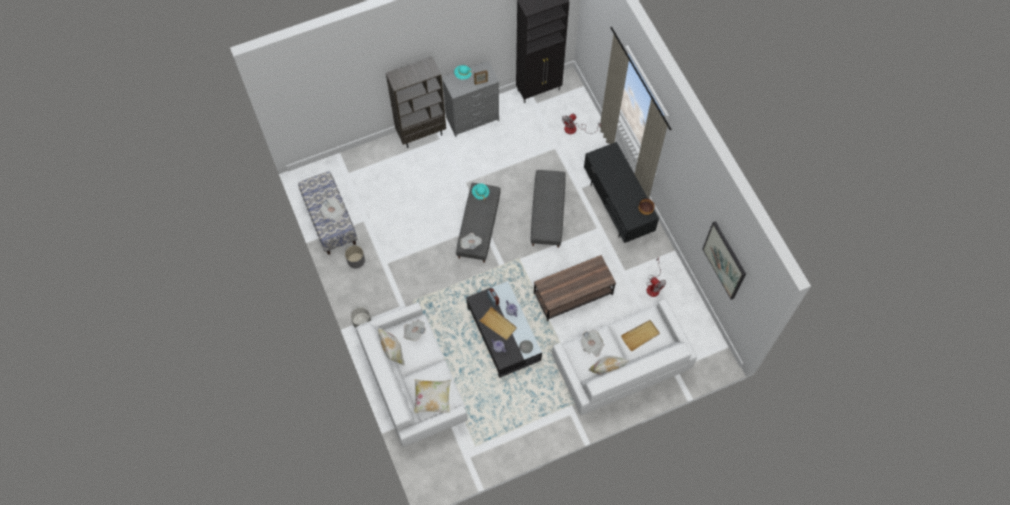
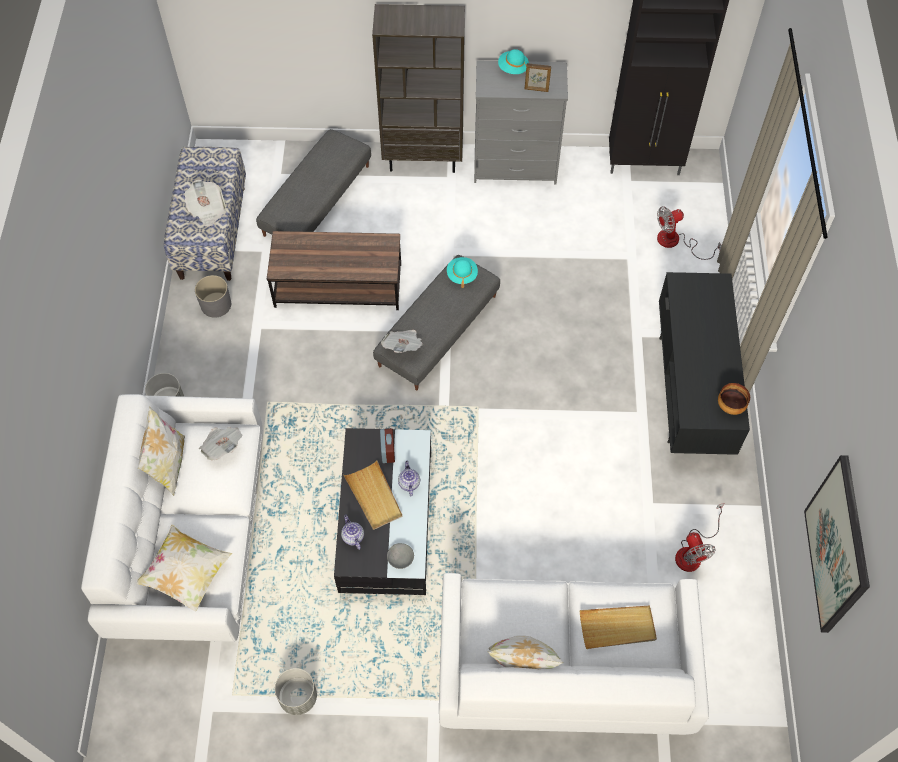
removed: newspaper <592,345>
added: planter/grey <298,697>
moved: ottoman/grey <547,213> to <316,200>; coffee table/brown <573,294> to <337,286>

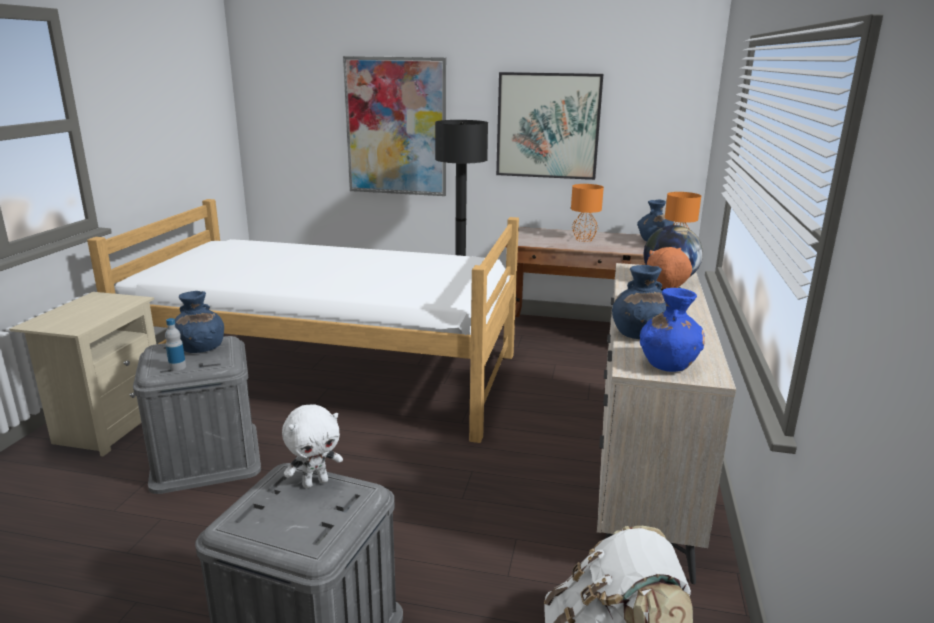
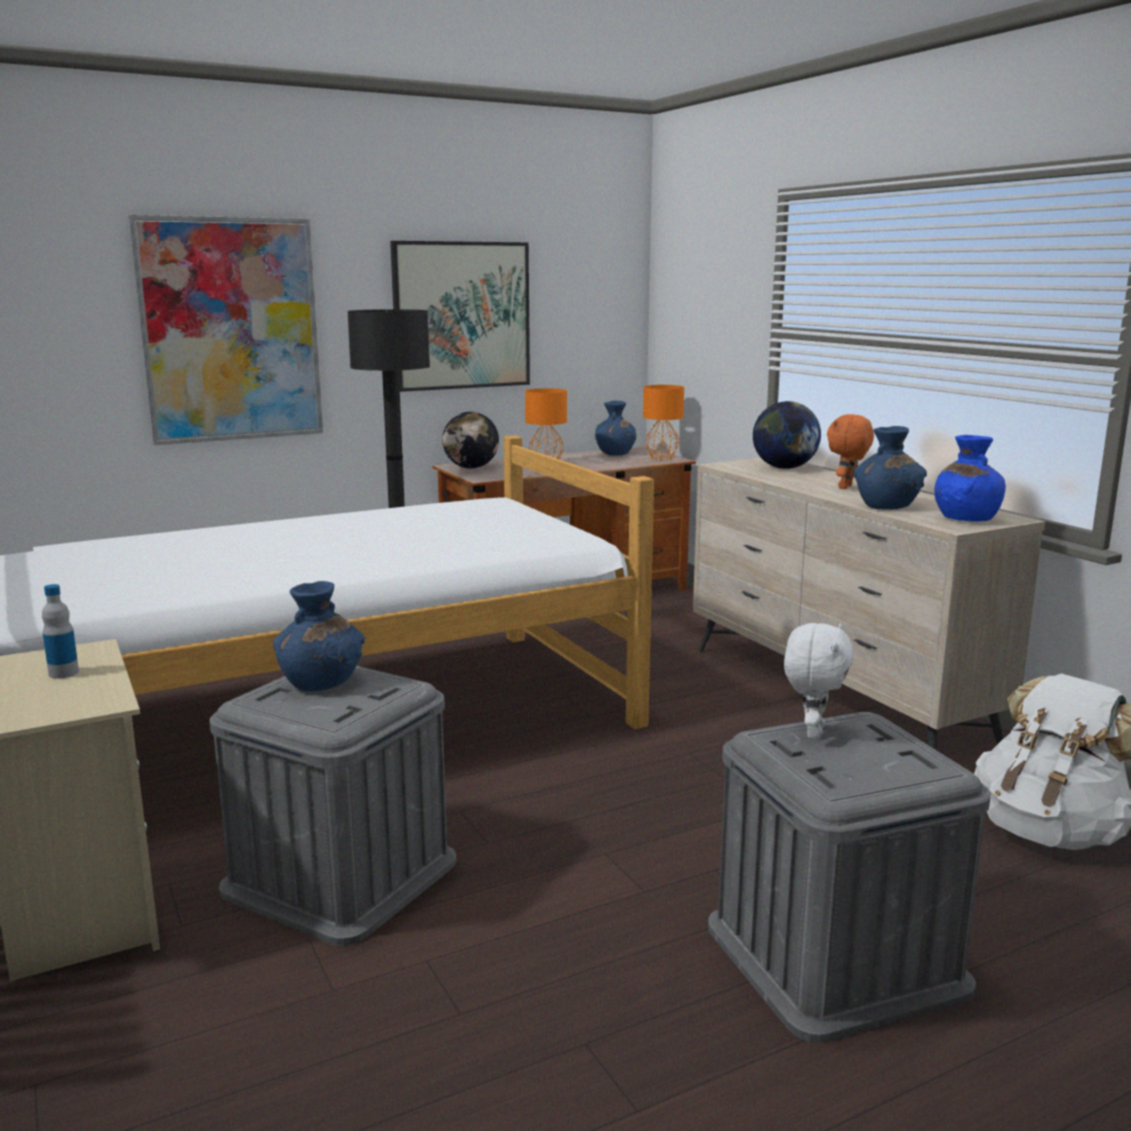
added: globe <471,468>
moved: bottle <177,367> to <63,673>

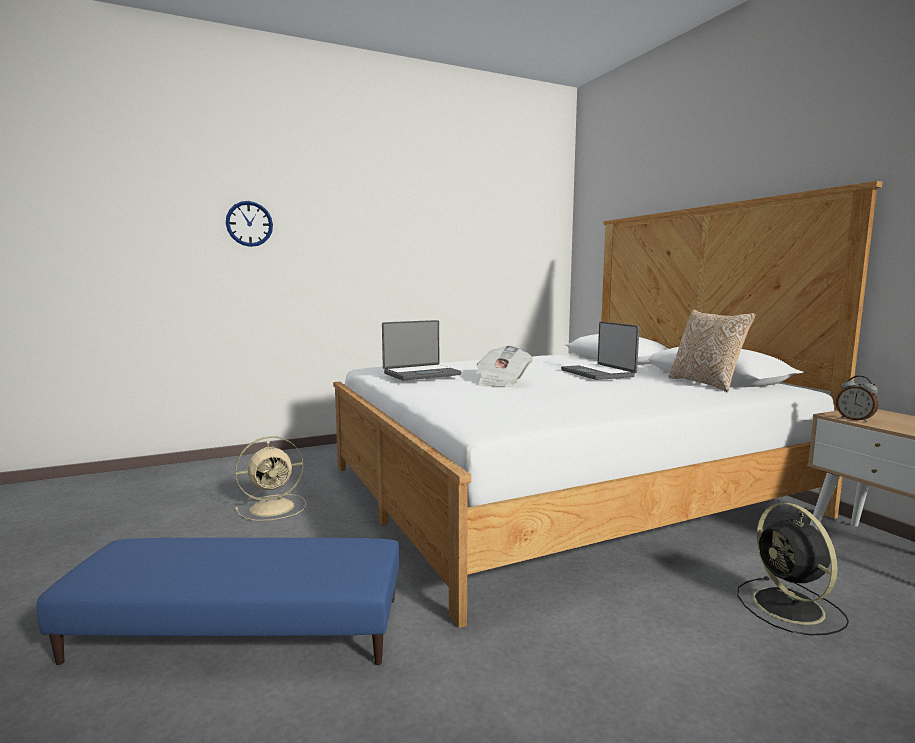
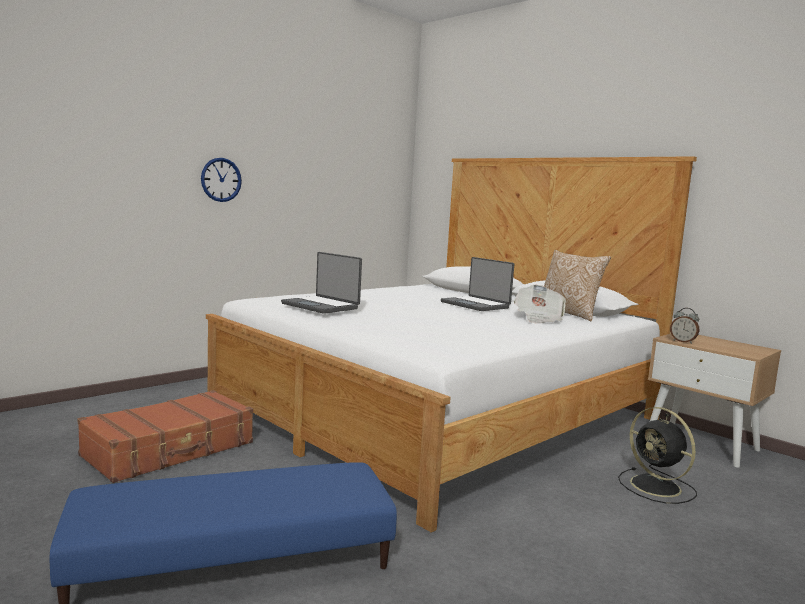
moved: wall clock <249,224> to <221,179>; newspaper <501,382> to <538,319>
replaced: fan/beige <274,507> to suitcase/brown <170,450>
turned: laptop <421,374> = <321,306> 90 degrees clockwise

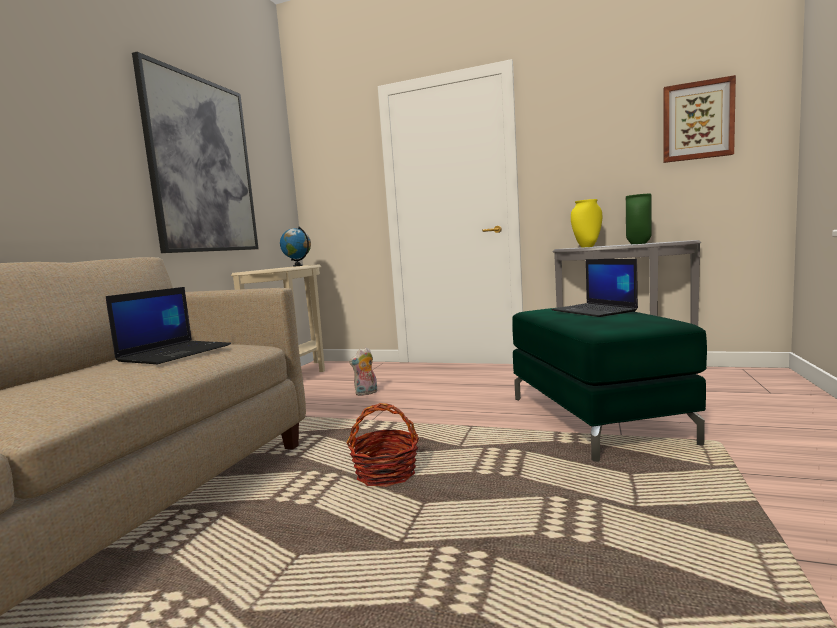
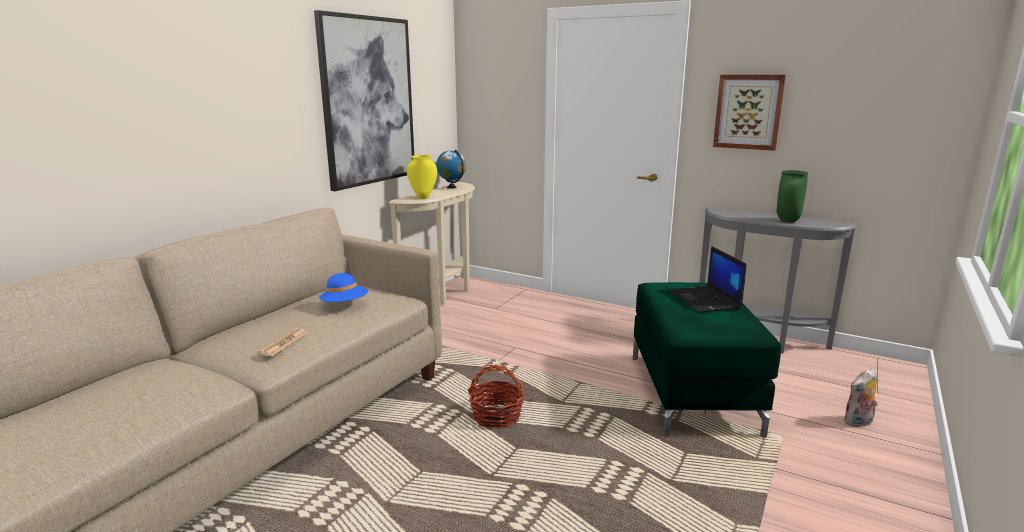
added: newspaper <283,343>
moved: picture <697,121> to <748,112>; vase/yellow <586,247> to <423,198>; plush toy <366,393> to <858,423>
replaced: laptop <175,353> to hat/blue <345,305>

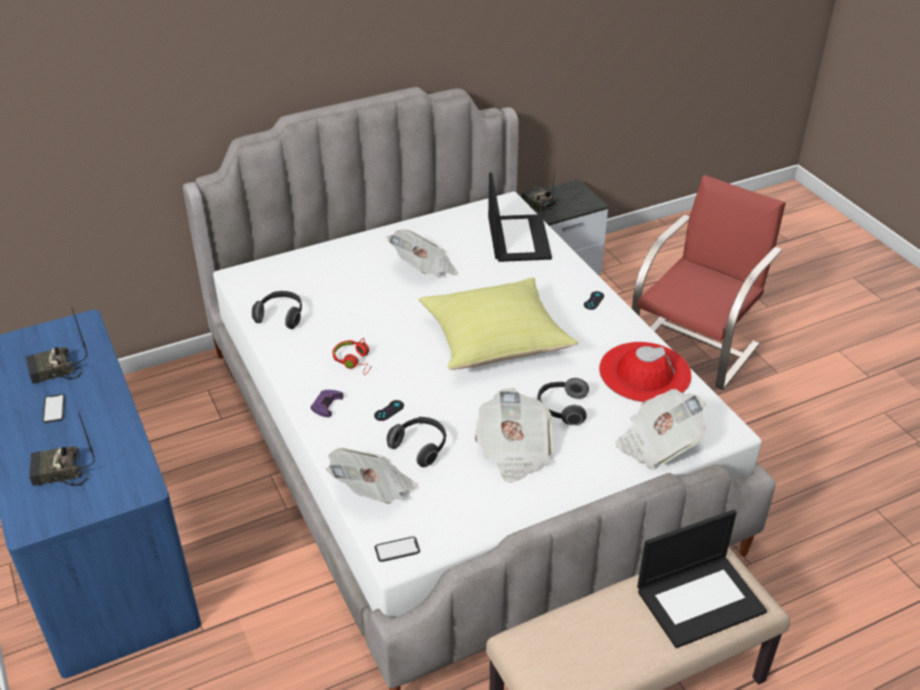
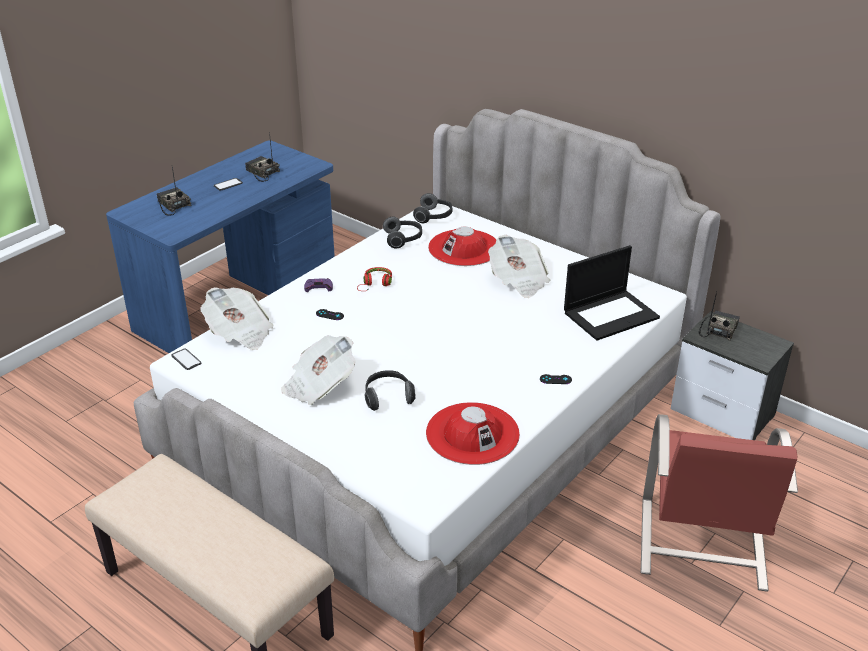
removed: pillow/yellow <495,341>; newspaper <658,444>; laptop <700,599>
added: hat/red <464,248>
moved: headphones <420,447> to <434,217>
turned: chair/red <695,347> = <701,545> 90 degrees clockwise

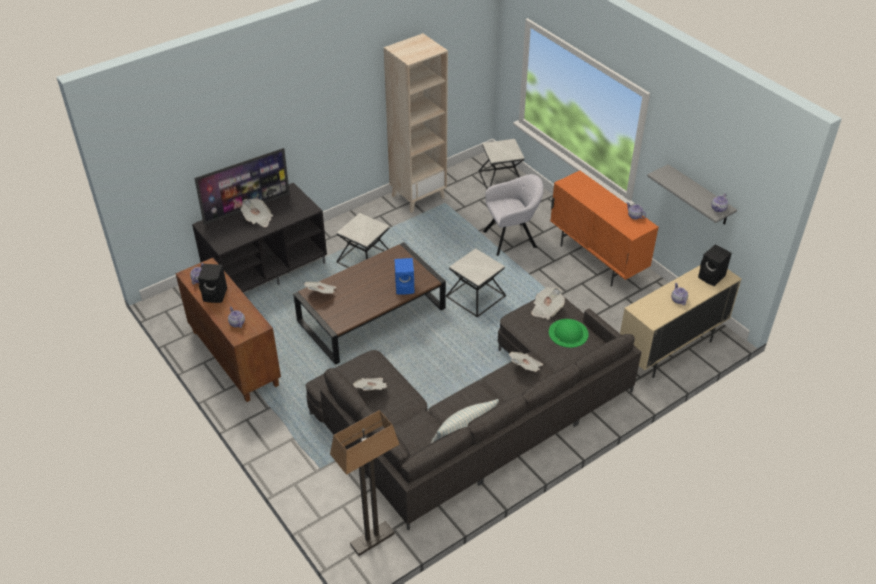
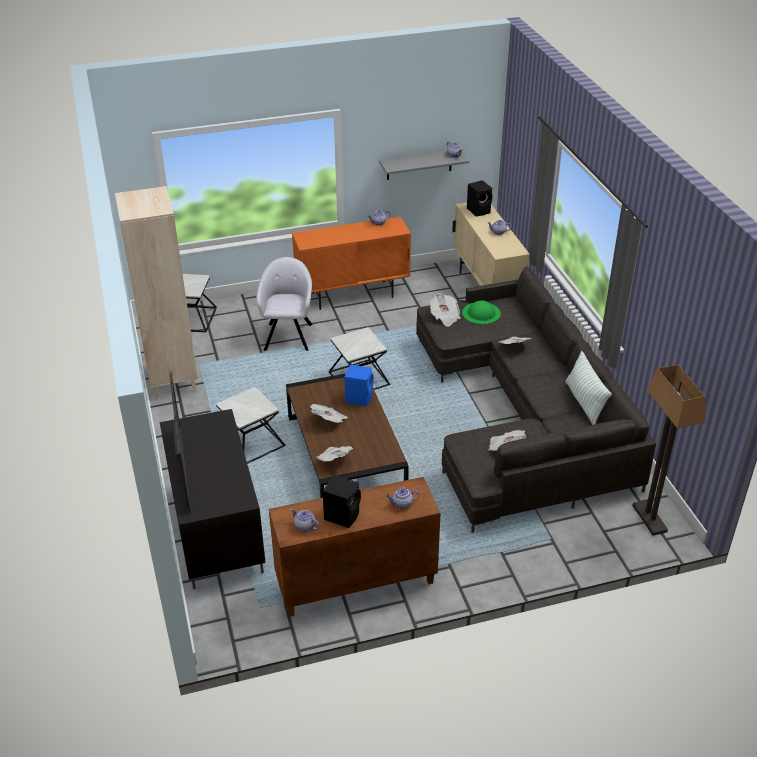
moved: newspaper <258,219> to <329,421>

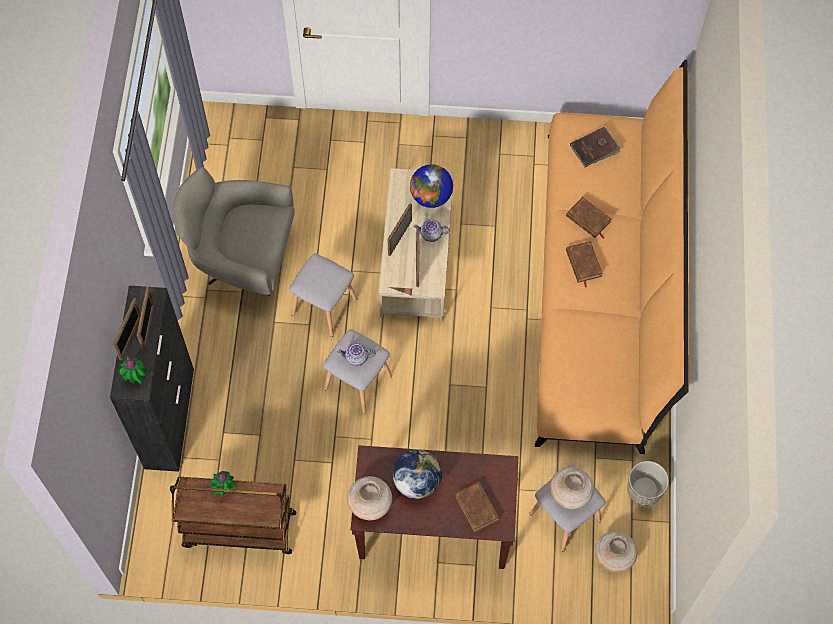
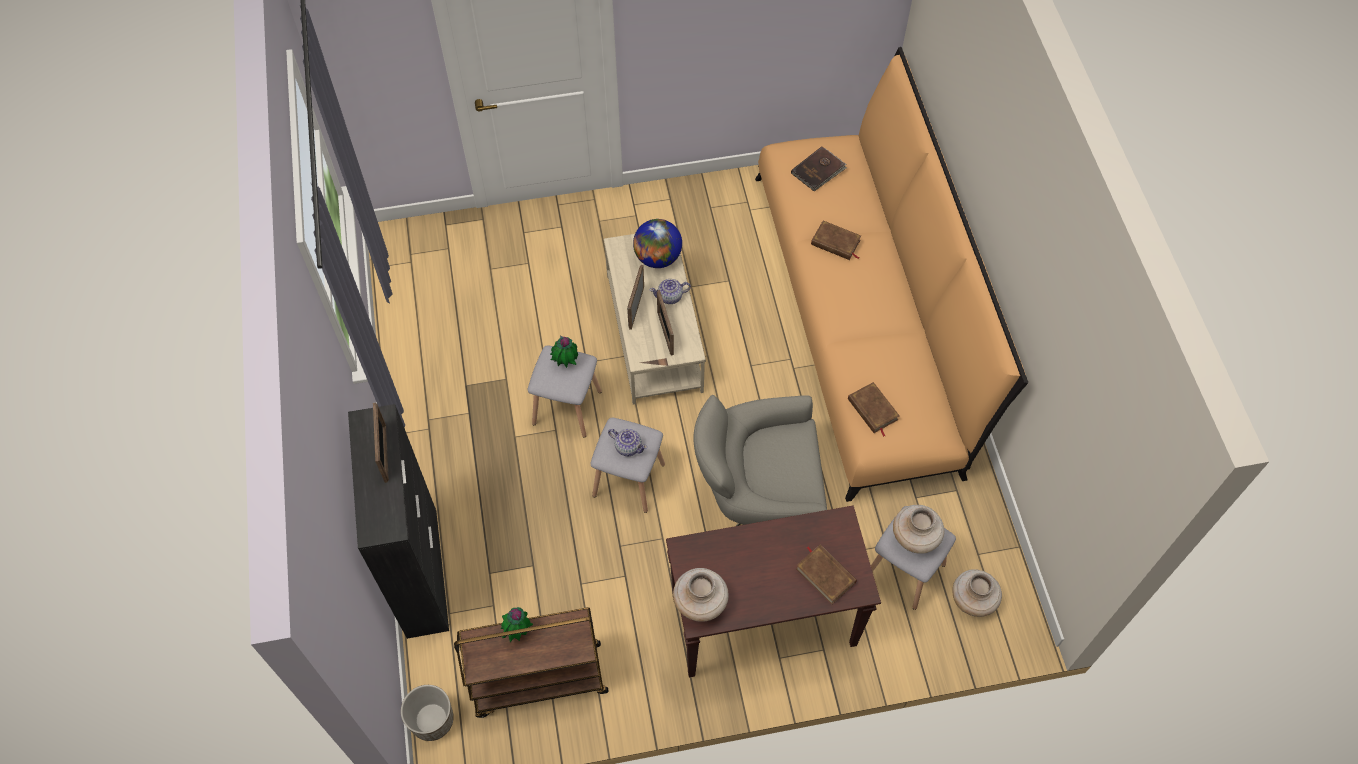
removed: picture frame <131,337>; globe <417,481>
moved: armchair/grey <243,261> to <758,498>; book/brown <583,263> to <872,410>; potted plant <136,378> to <566,364>; planter <644,490> to <432,720>
turned: teapot <357,358> = <628,446> 135 degrees counterclockwise

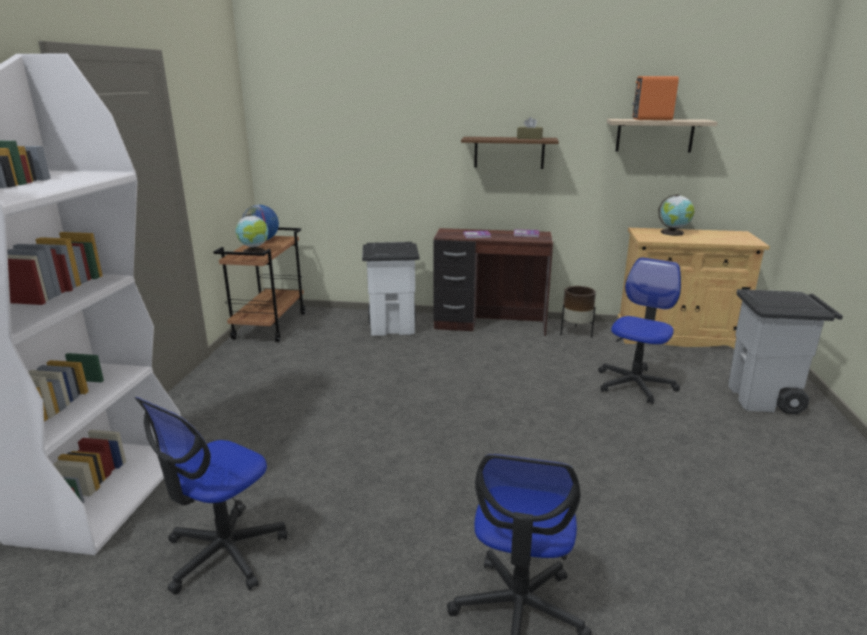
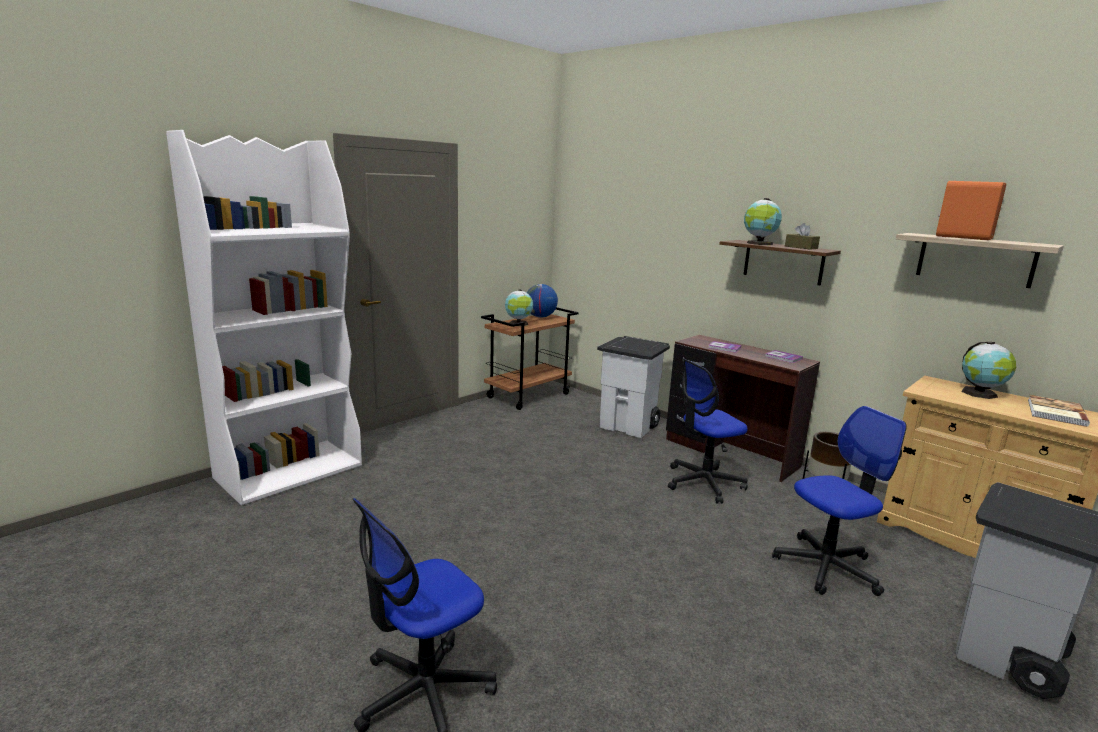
added: globe <759,243>; book <1054,412>
moved: office chair <224,553> to <703,483>

